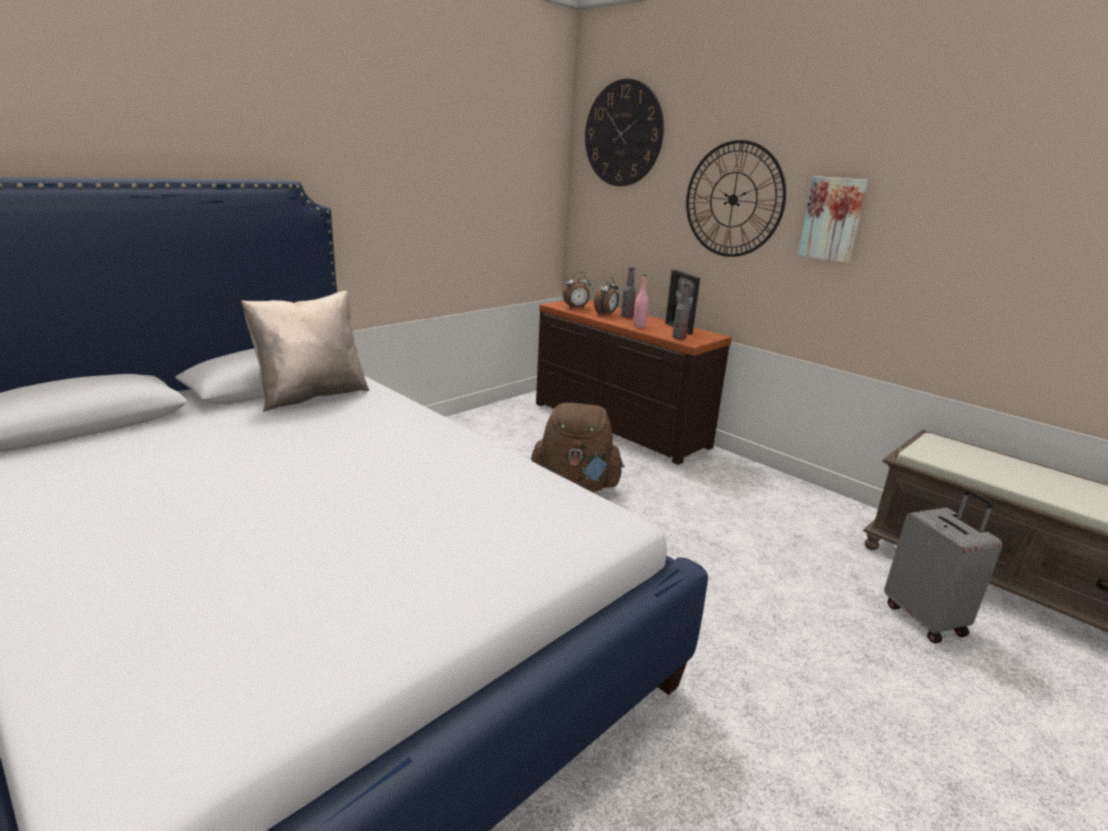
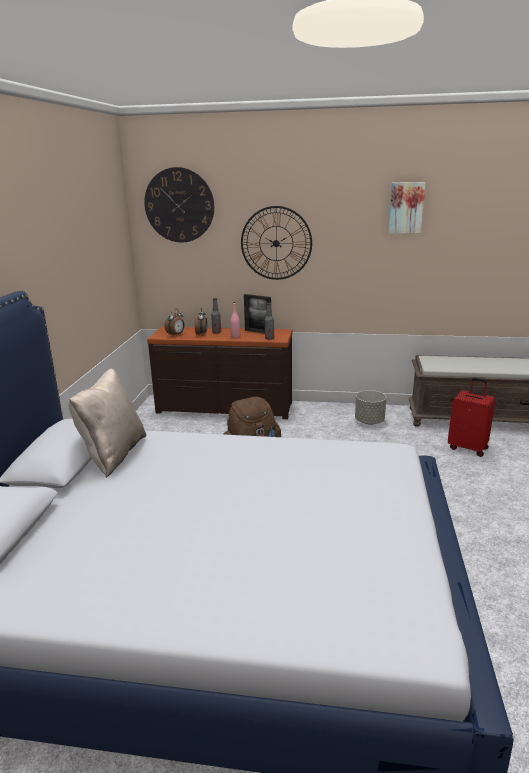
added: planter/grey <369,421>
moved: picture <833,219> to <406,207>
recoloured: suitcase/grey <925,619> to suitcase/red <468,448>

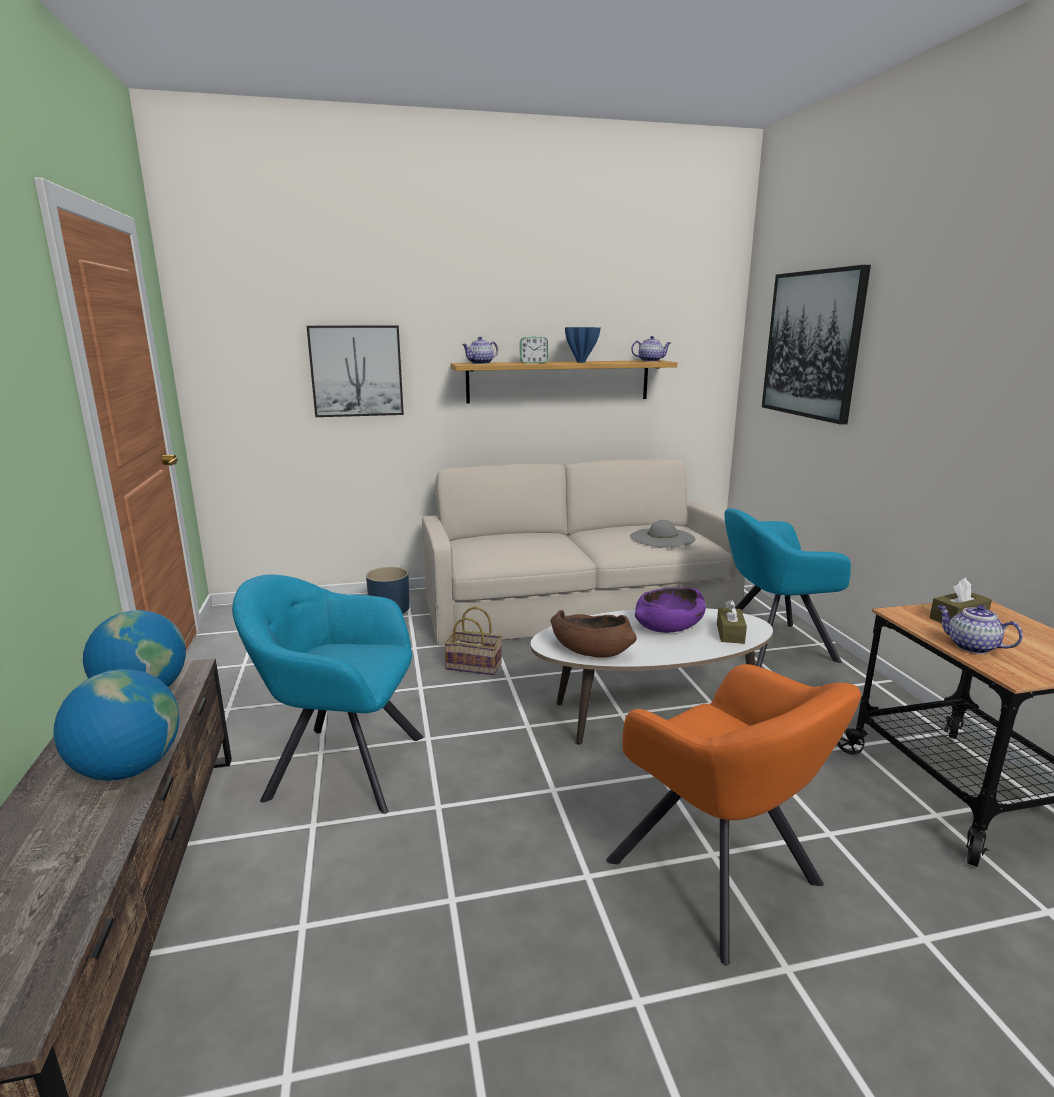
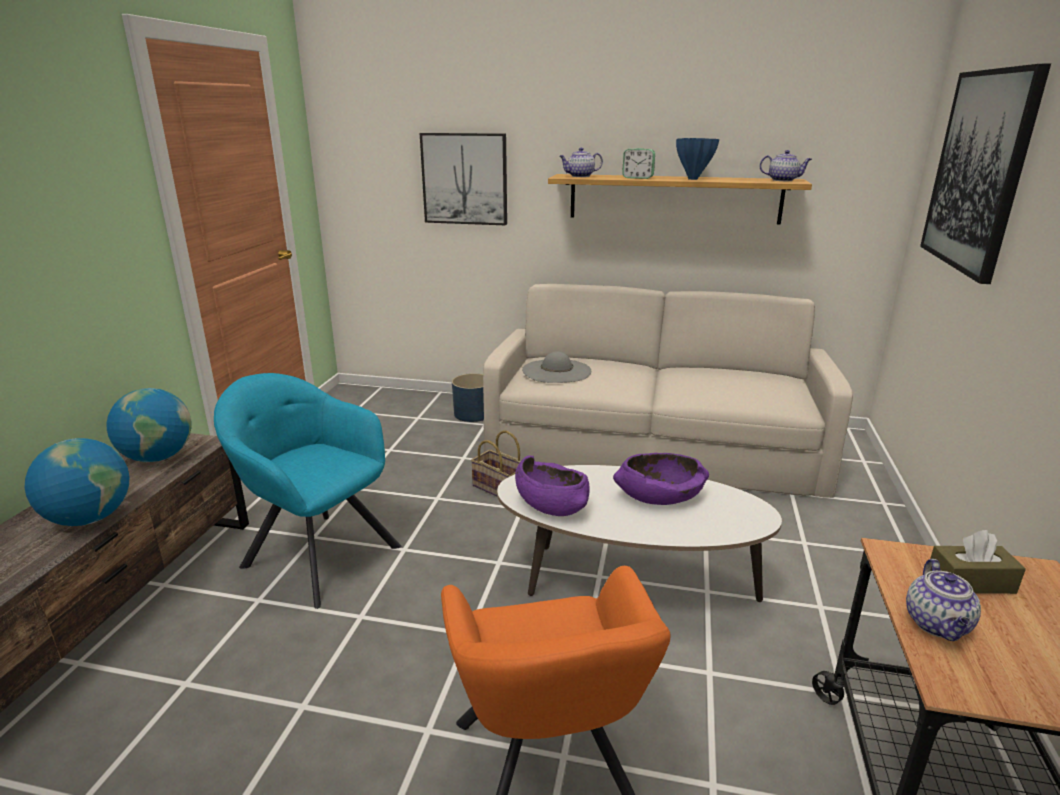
removed: armchair/turquoise <770,646>; tissue box/brown <730,633>
moved: hat/grey <662,538> to <556,371>
recoloured: bowl/brown <590,649> to bowl/purple <550,503>
turned: teapot <970,646> = <938,625> 150 degrees counterclockwise

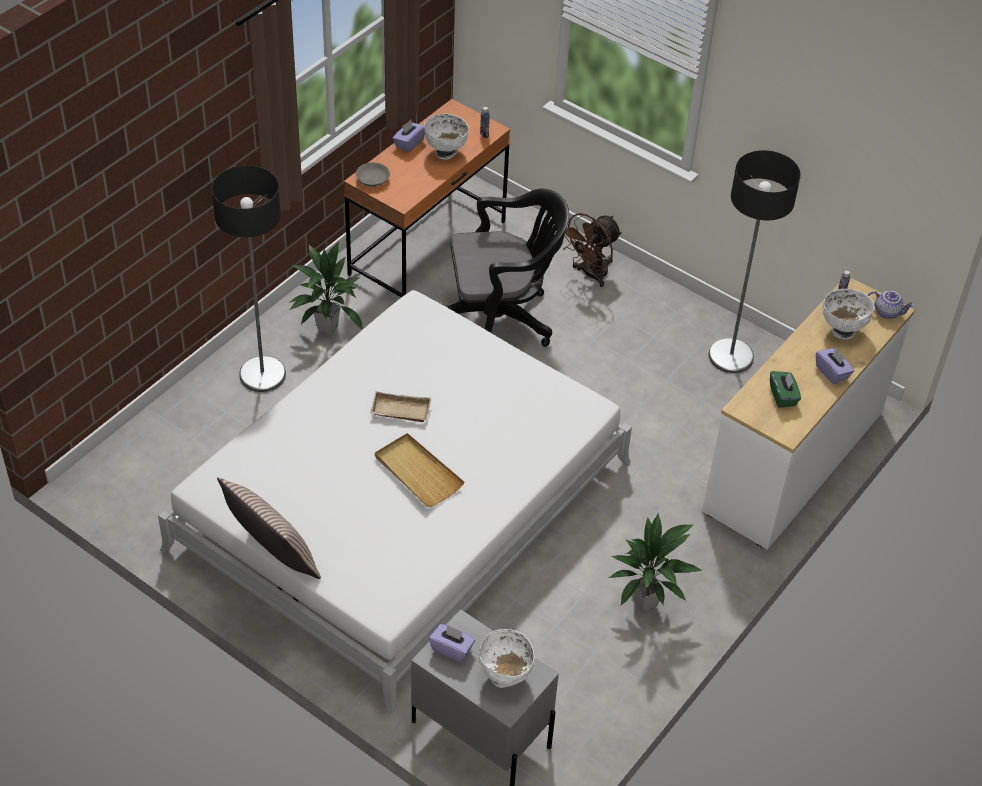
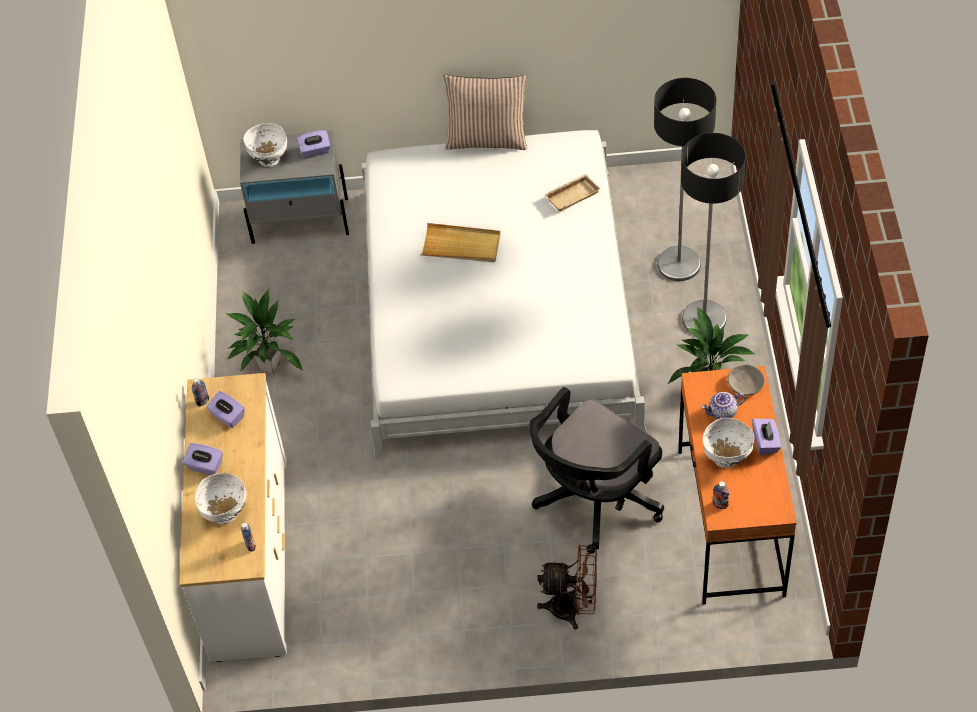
added: bottle <203,401>
moved: floor lamp <731,357> to <678,264>; teapot <887,312> to <722,413>; tray/beige <399,411> to <572,195>
recoloured: tissue box/green <783,396> to tissue box/purple <227,417>
turned: fan/brown <590,274> = <573,608> 90 degrees clockwise

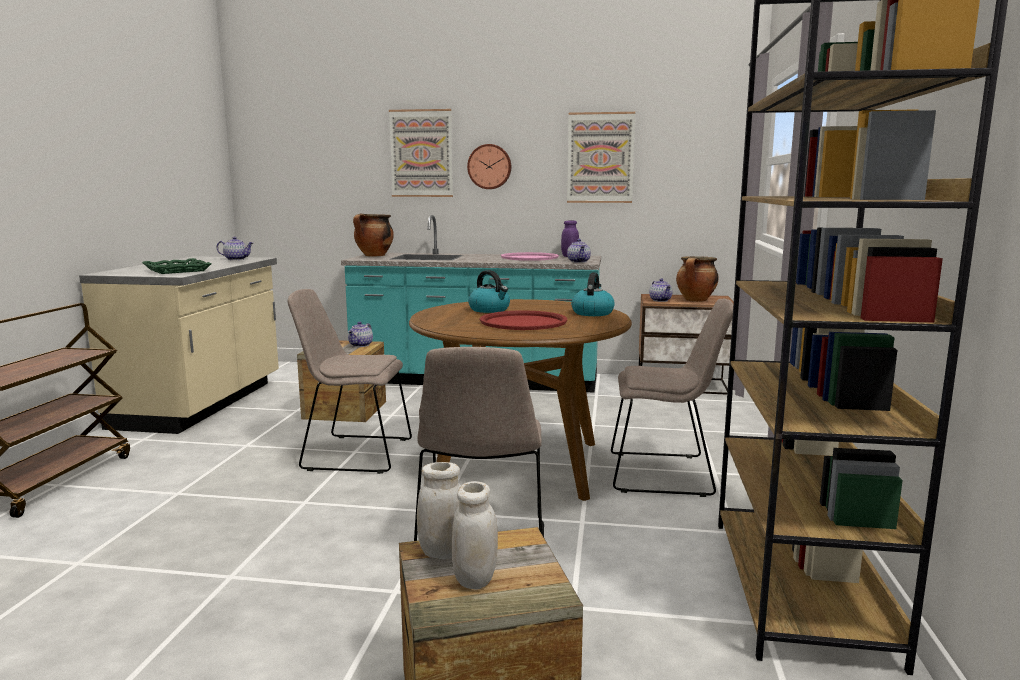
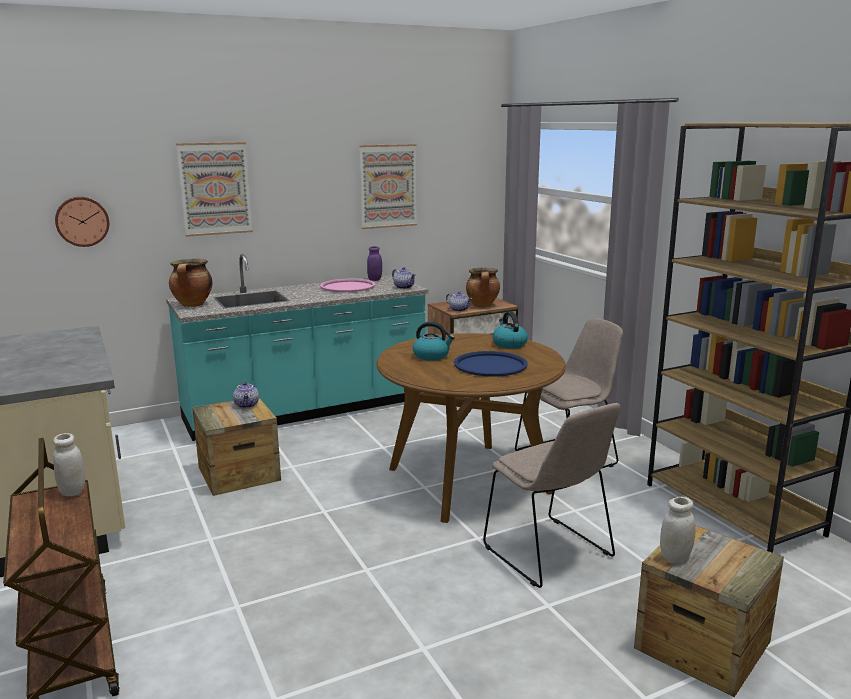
removed: teapot <236,259>; tray/green <177,270>; chair/beige <353,454>
moved: wall clock <489,166> to <82,221>; jar/white <475,579> to <72,491>
recoloured: tray/red <523,322> to tray/blue <490,365>

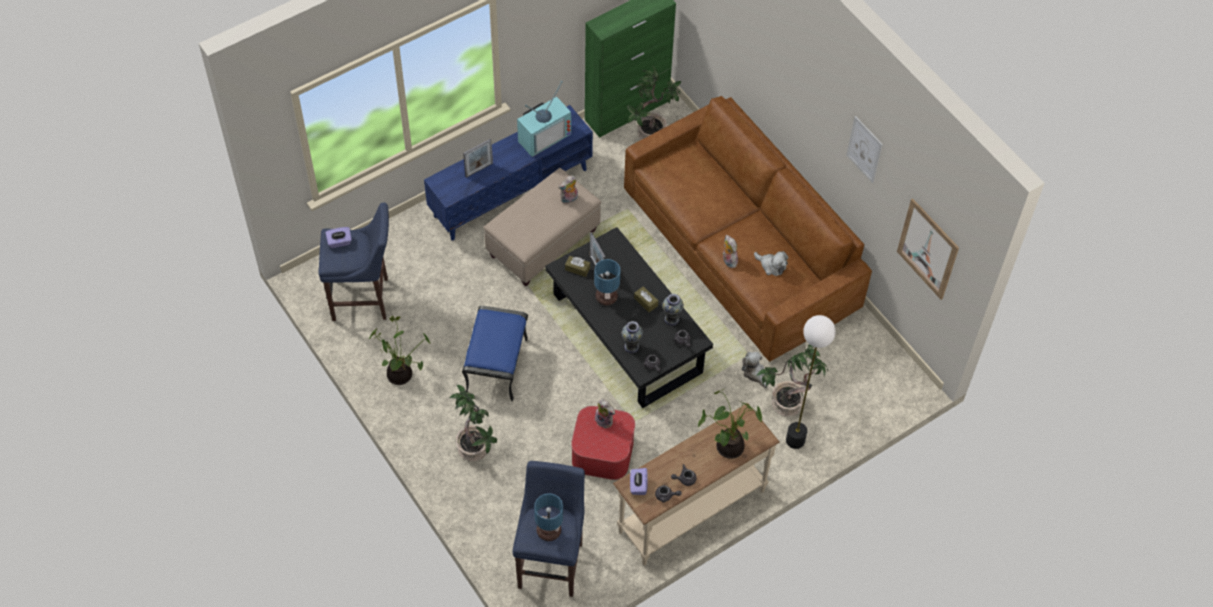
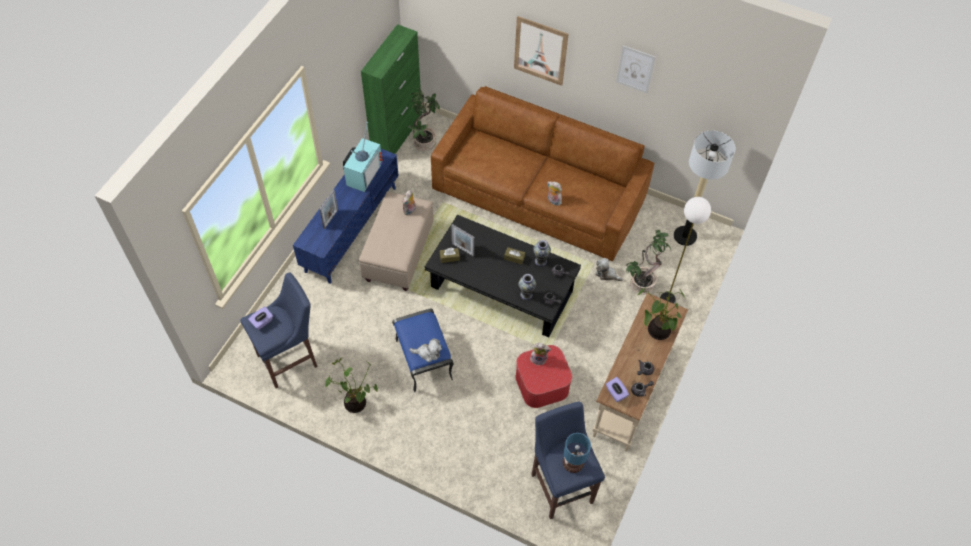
removed: table lamp <607,298>; potted plant <474,448>
added: floor lamp <685,236>
moved: picture <927,249> to <540,51>; plush toy <771,266> to <428,353>

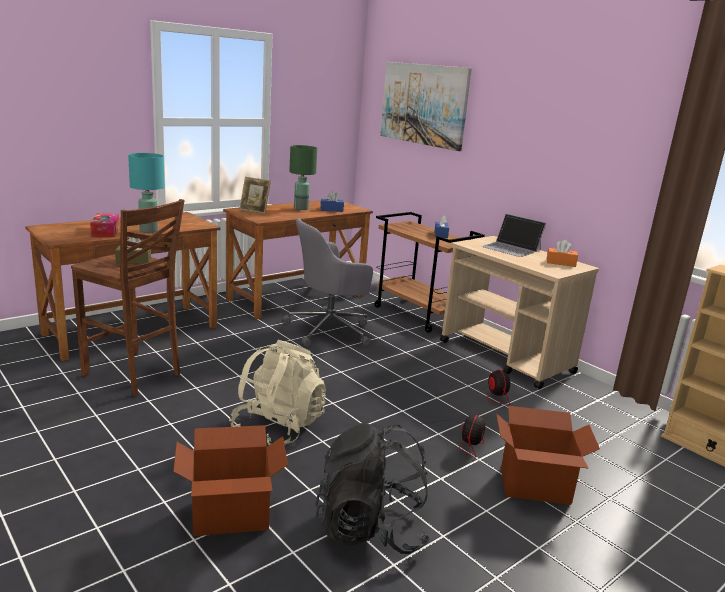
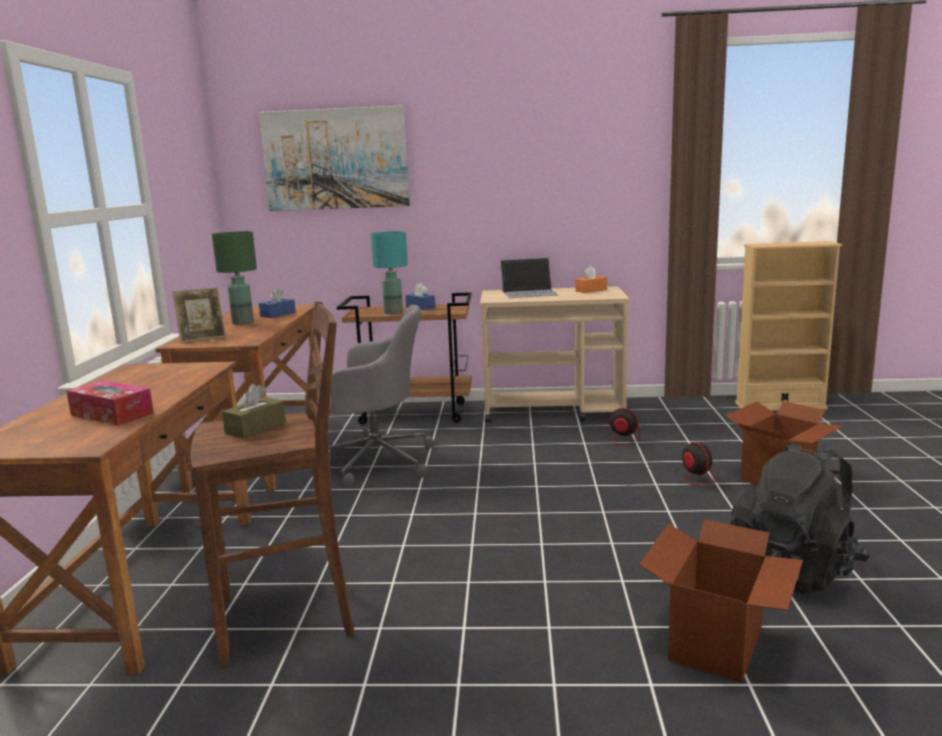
removed: backpack/beige <278,427>
moved: table lamp/turquoise <149,230> to <393,312>
turned: office chair/grey <331,330> = <375,461> 105 degrees counterclockwise

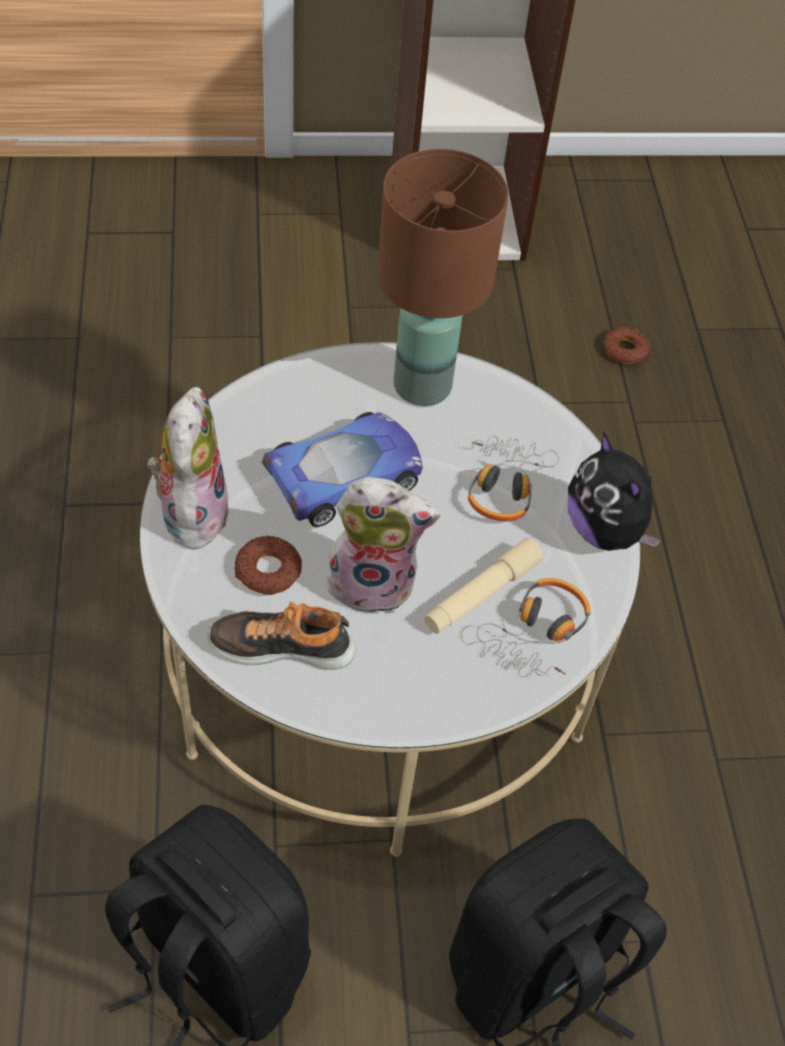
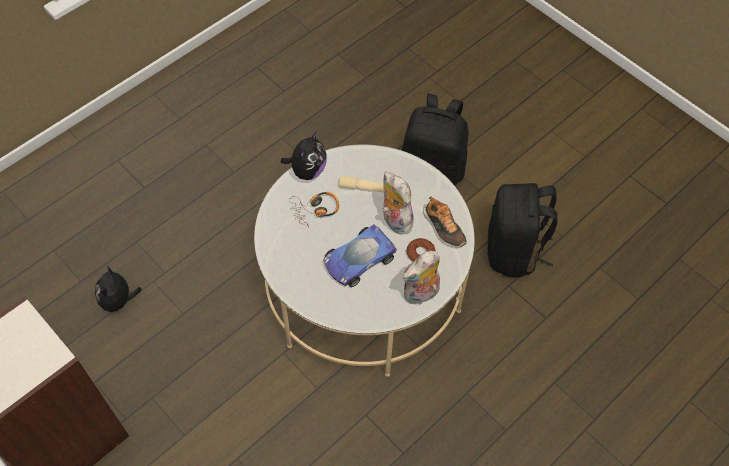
removed: table lamp/brown <422,386>; headphones <539,632>
replaced: donut <624,349> to plush toy <119,301>
turned: toy car <345,476> = <358,260> 60 degrees counterclockwise

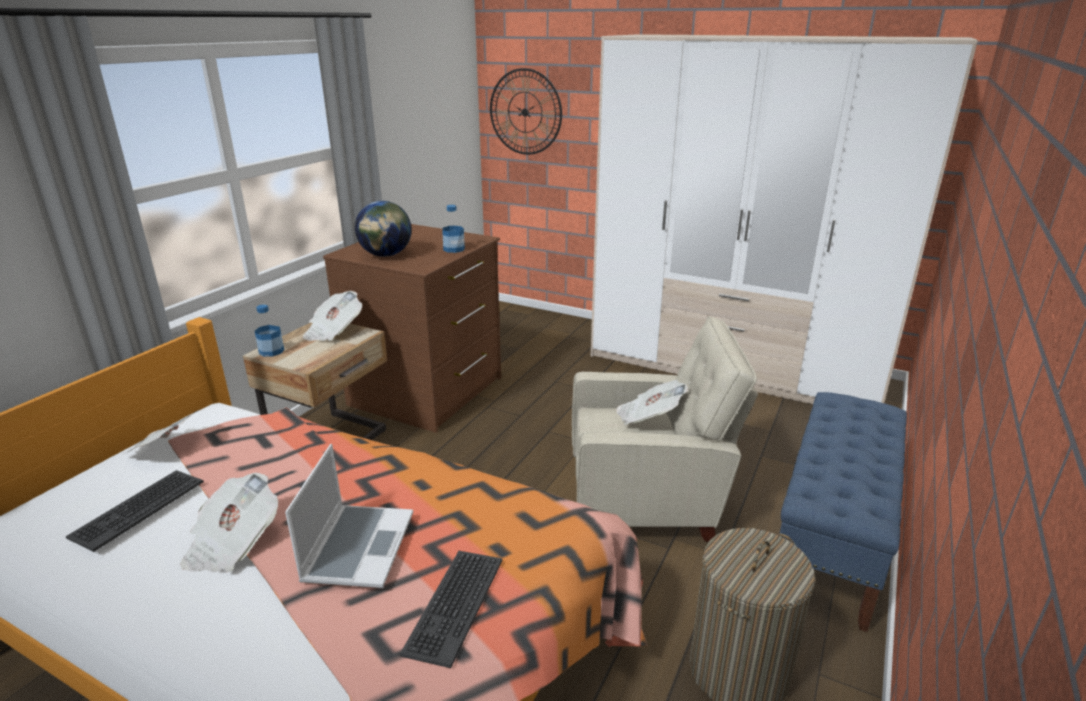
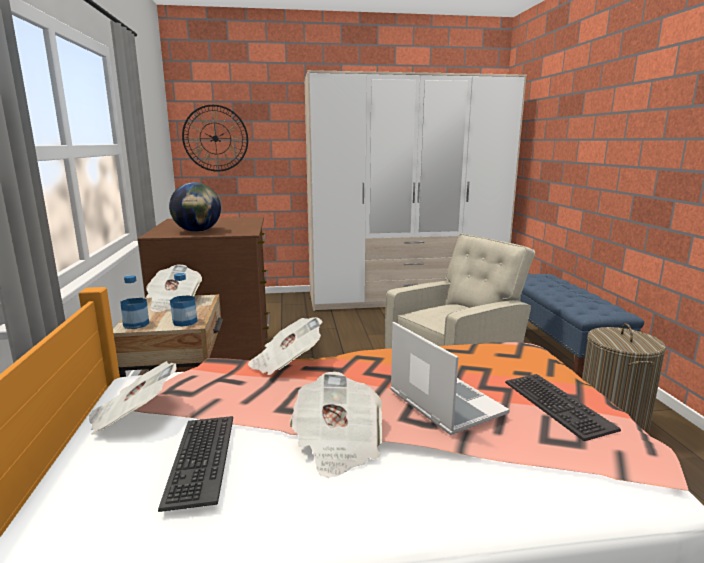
moved: bottle <454,249> to <185,322>; newspaper <648,417> to <285,363>

